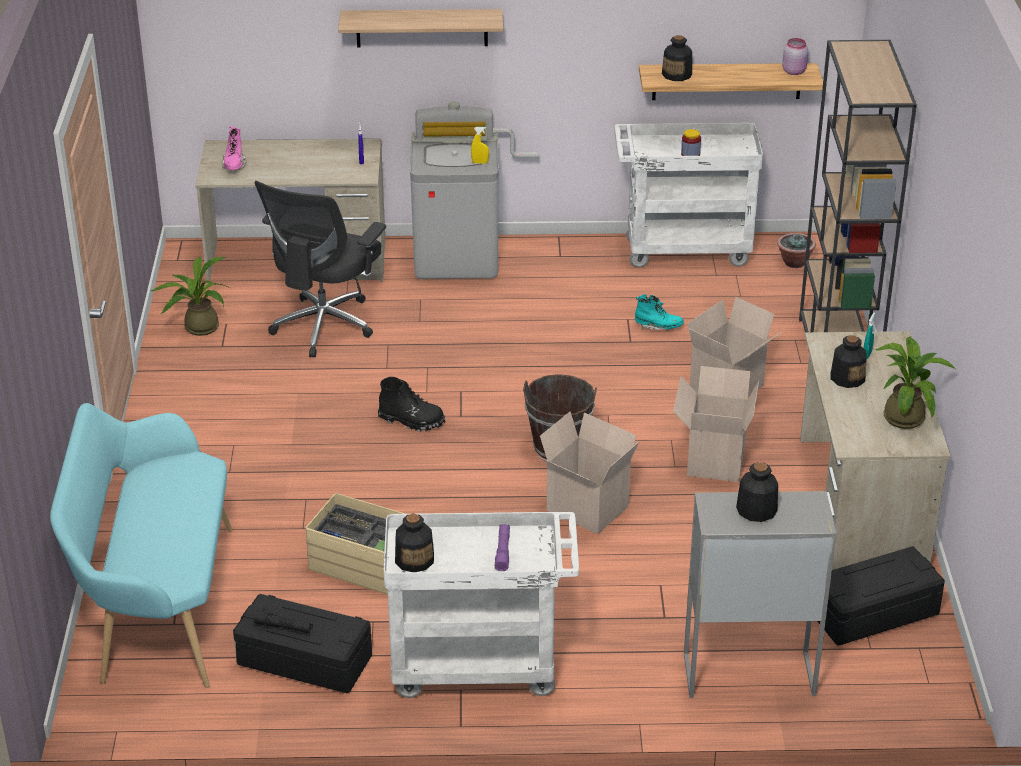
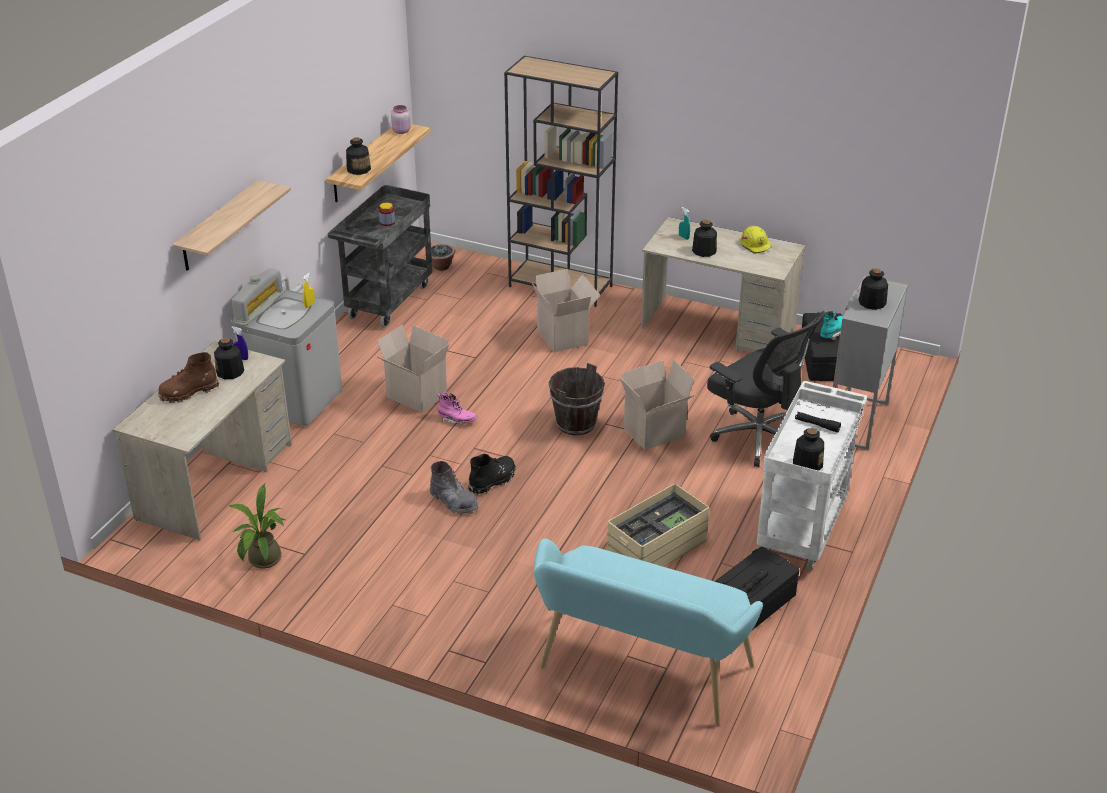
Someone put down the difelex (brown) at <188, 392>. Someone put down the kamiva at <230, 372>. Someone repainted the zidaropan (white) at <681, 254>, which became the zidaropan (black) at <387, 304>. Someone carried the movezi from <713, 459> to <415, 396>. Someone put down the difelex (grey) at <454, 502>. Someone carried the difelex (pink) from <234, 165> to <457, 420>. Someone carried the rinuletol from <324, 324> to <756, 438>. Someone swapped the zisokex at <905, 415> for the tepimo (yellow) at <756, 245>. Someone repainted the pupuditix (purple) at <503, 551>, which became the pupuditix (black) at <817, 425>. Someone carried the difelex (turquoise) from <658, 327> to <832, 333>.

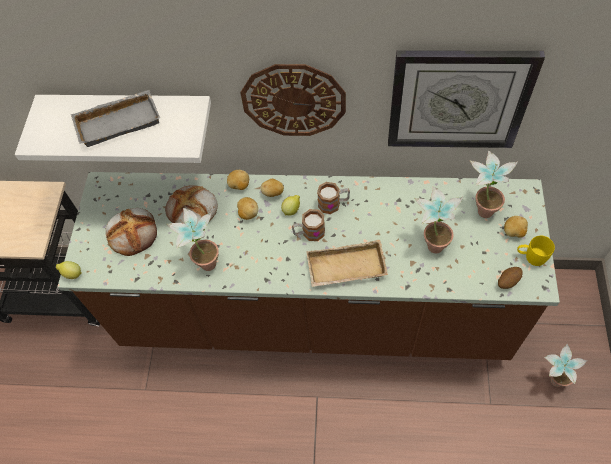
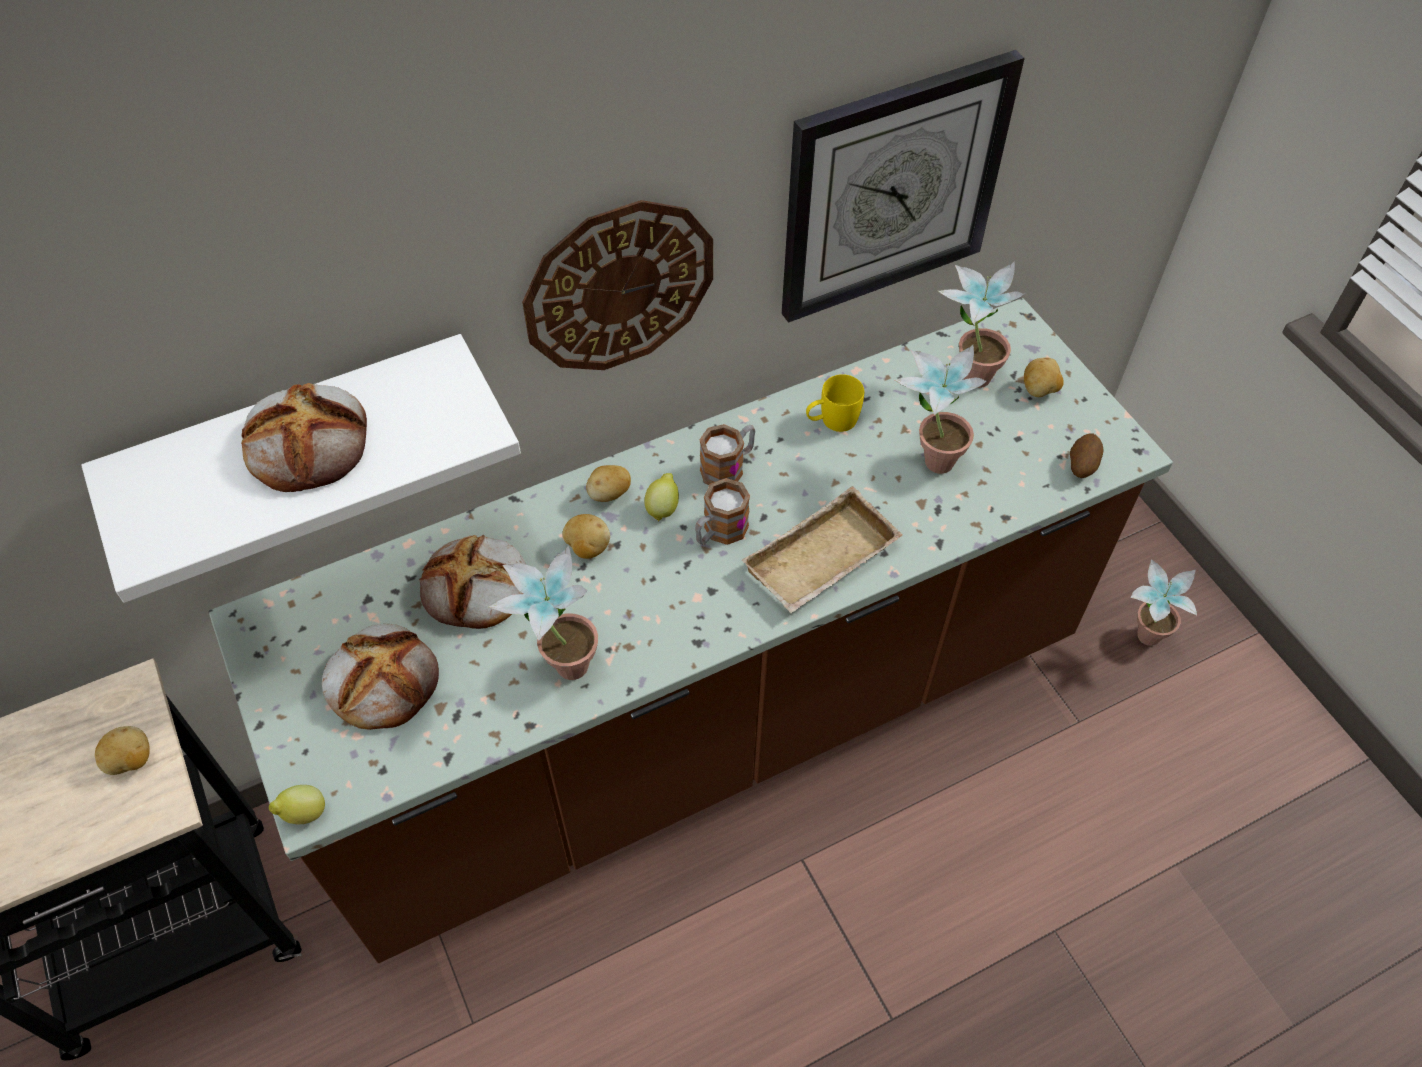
Someone carried the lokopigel from <239, 185> to <131, 761>. Someone swapped the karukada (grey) at <119, 121> for the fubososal at <308, 442>. Someone carried the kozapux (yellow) from <531, 257> to <832, 421>.

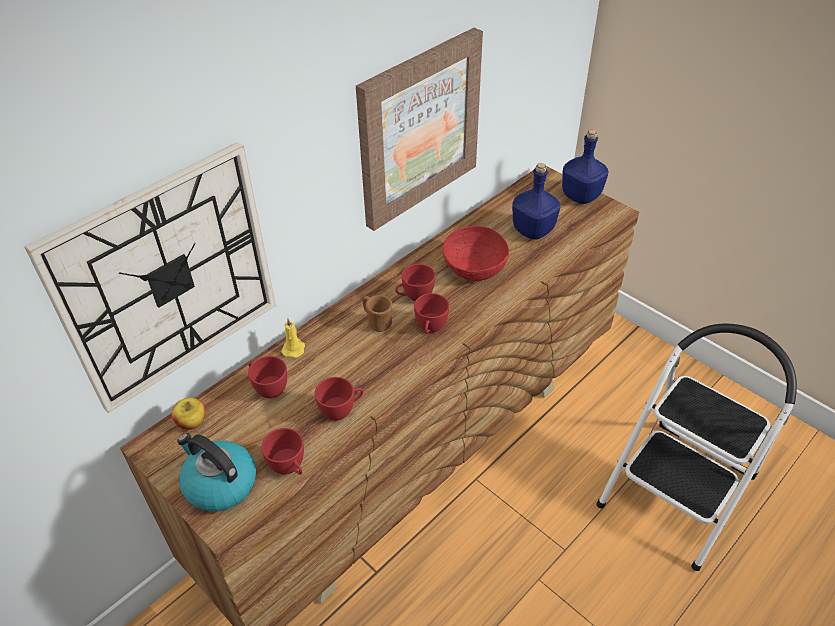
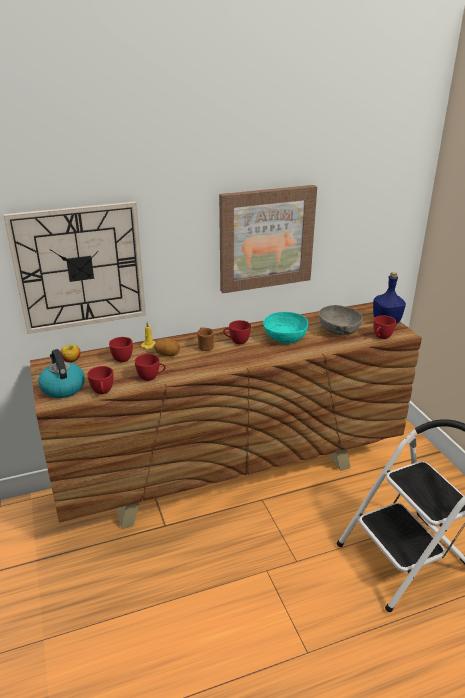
Someone put down the lokopigel at <167, 355>. Someone repainted the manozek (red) at <474, 268>, which became the manozek (turquoise) at <285, 337>. Someone swapped the kamiva (blue) at <533, 231> for the manozek (grey) at <339, 330>. Someone carried the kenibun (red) from <430, 329> to <381, 337>.

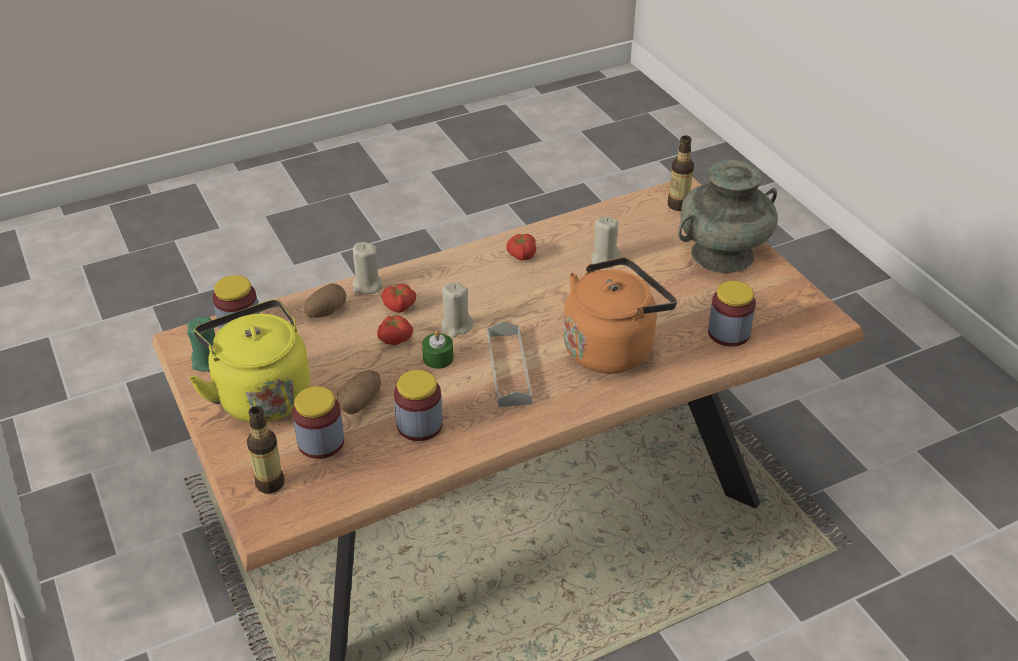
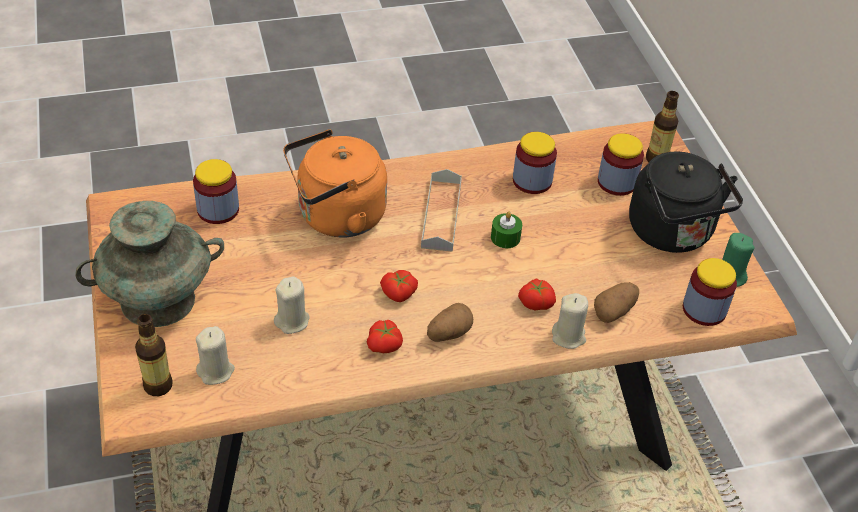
Someone carried the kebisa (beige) from <456, 327> to <216, 371>. Someone carried the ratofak from <395, 338> to <398, 294>. Someone carried the lokopigel from <361, 402> to <448, 333>. Someone repainted the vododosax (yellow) at <261, 394>, which became the vododosax (black) at <673, 233>.

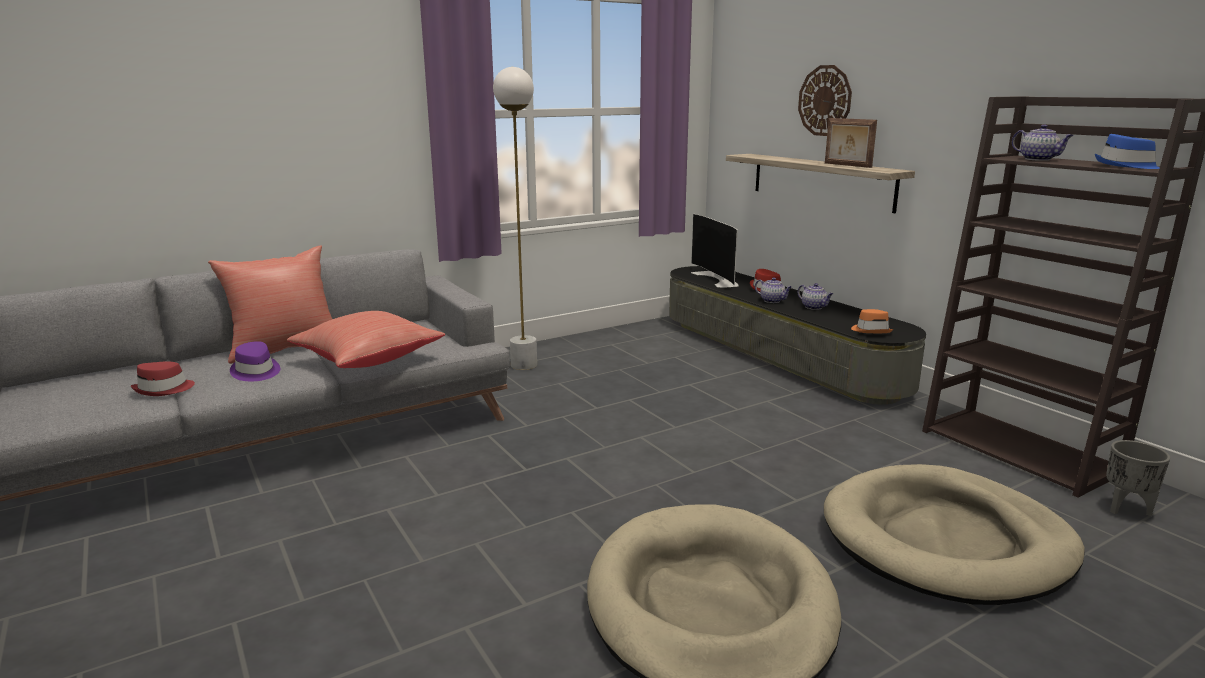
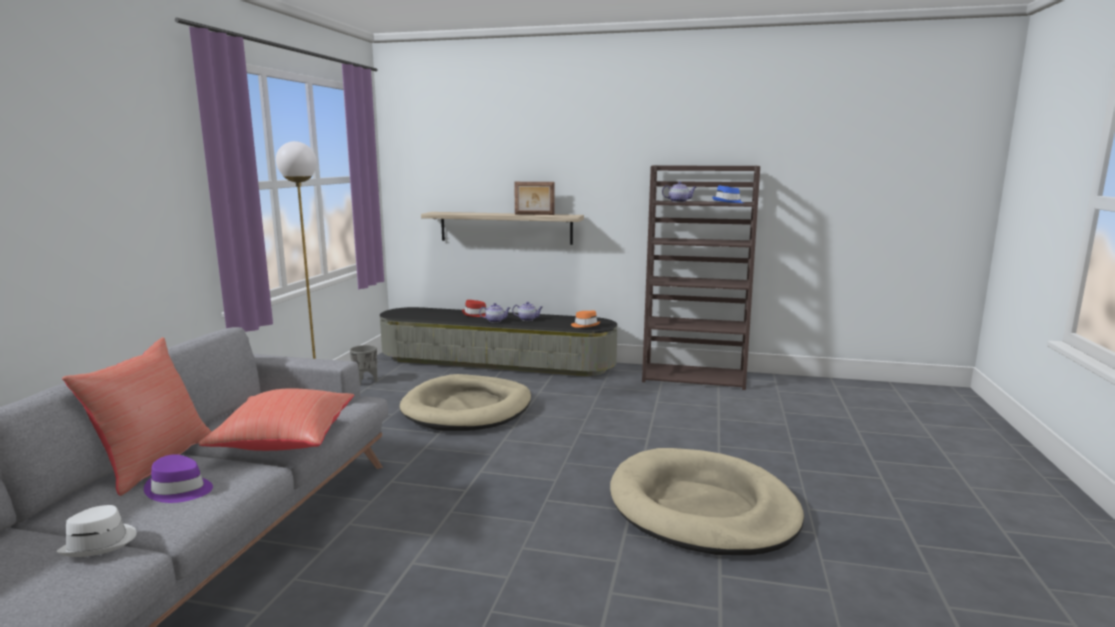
Someone repainted the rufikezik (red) at <164, 389>, which became the rufikezik (white) at <101, 543>. Someone carried the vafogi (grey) from <1125, 508> to <365, 381>. Someone carried the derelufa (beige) from <946, 540> to <467, 408>. Someone took away the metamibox at <717, 278>. Someone took away the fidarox at <825, 100>.

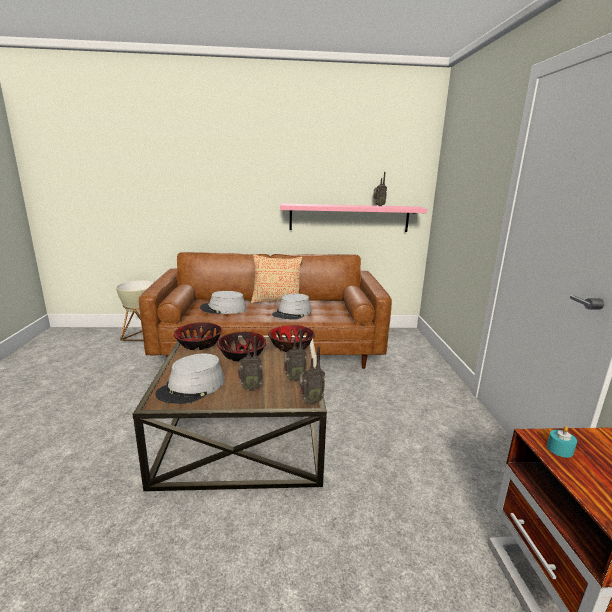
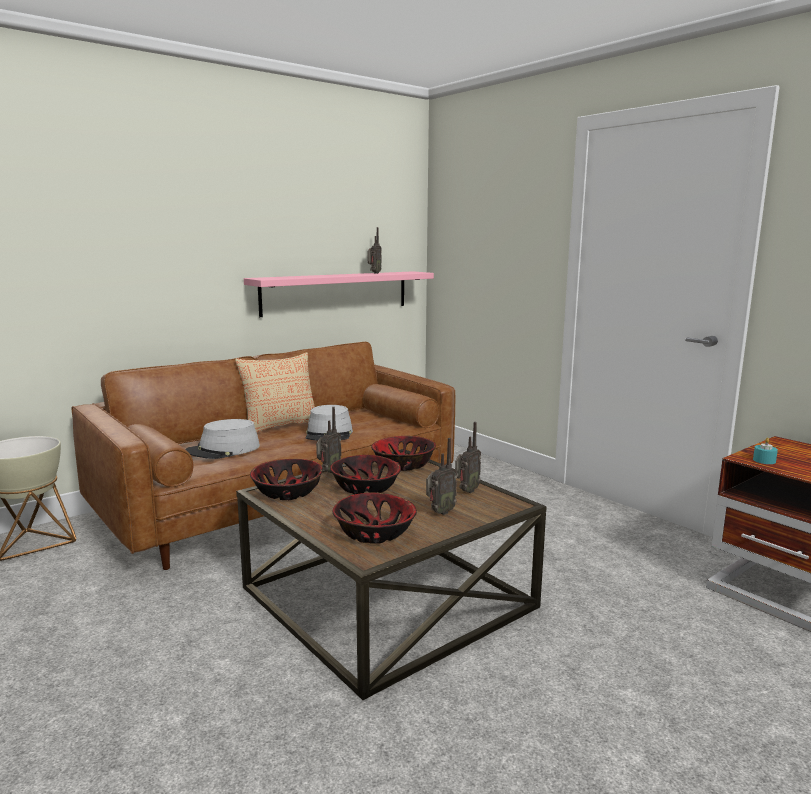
Someone carried the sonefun from <310, 402> to <328, 472>. Someone swapped the rufikezik (grey) at <192, 387> for the manozek at <375, 533>.

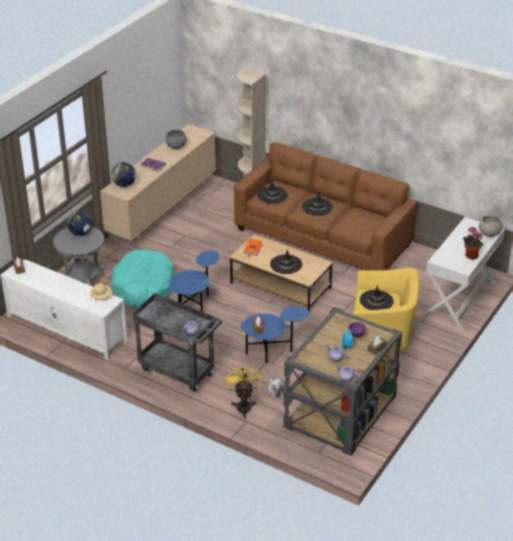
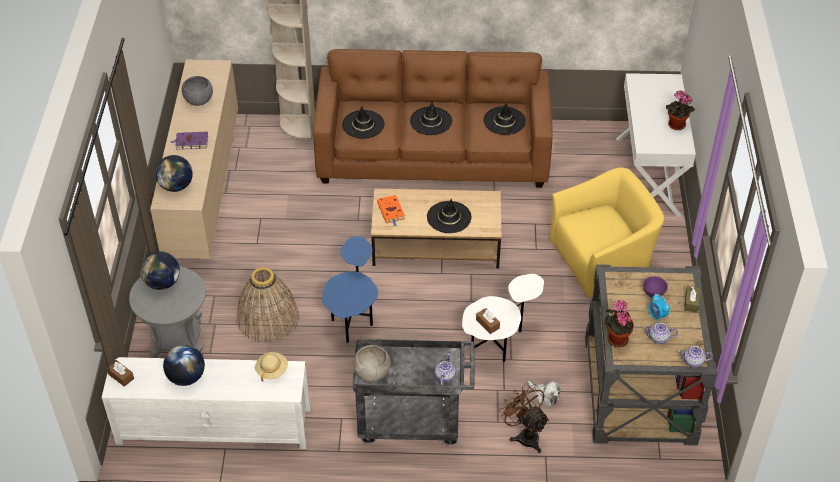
Someone put down the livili at <186, 377>. Someone swapped the derelufa (turquoise) at <143, 287> for the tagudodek at <268, 319>. Someone carried the manozek (grey) from <489, 234> to <372, 373>. Someone repainted the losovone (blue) at <271, 352>, which became the losovone (white) at <498, 343>. Someone carried the rufikezik (black) from <376, 301> to <504, 121>. Someone repainted the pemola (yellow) at <243, 405>, which became the pemola (brown) at <525, 435>. Someone put down the zisokex at <616, 338>.

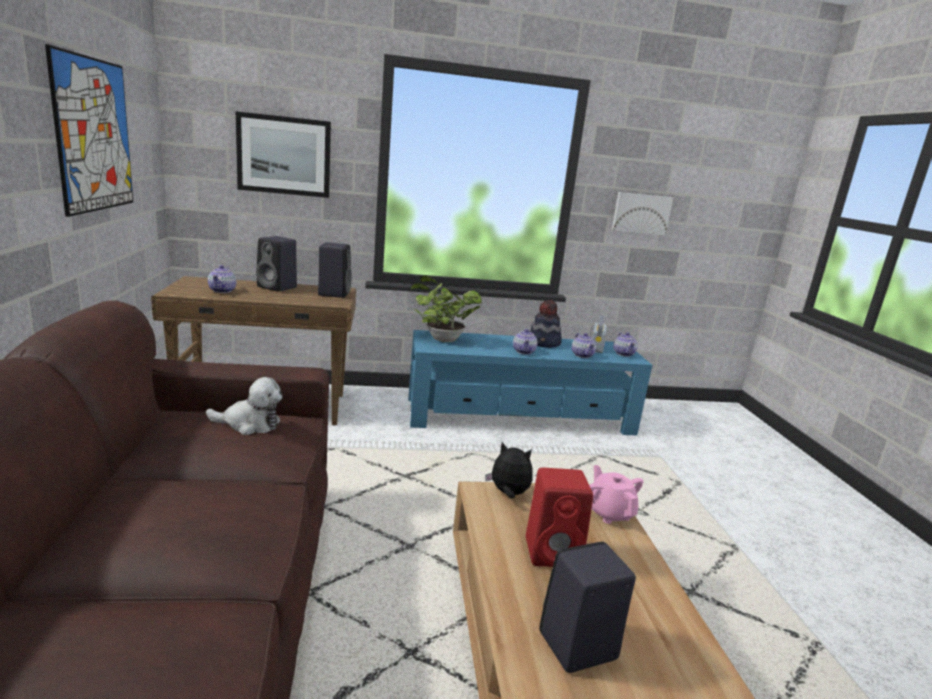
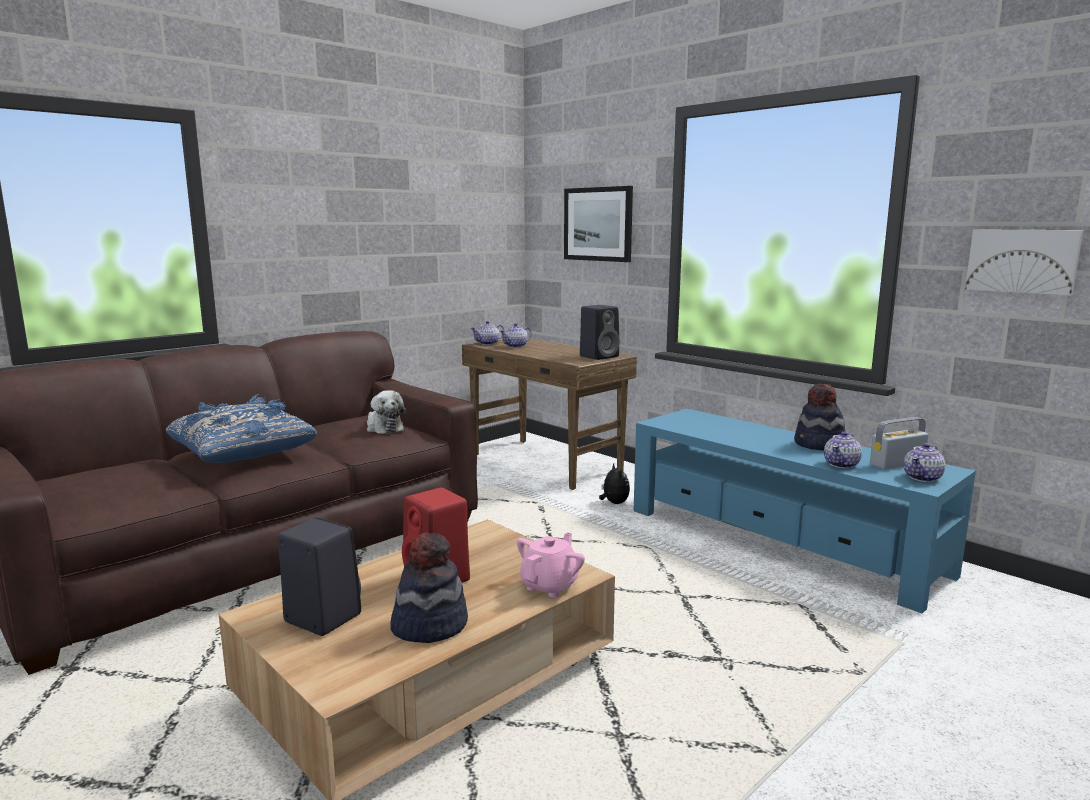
Someone put down the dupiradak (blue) at <243, 455>. Someone put down the rufikezik at <429, 625>. Someone carried the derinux from <524, 351> to <488, 343>. Someone carried the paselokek from <508, 494> to <614, 503>. Someone took away the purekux at <94, 135>. Someone took away the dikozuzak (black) at <278, 287>. Someone took away the zisokex at <441, 339>.

